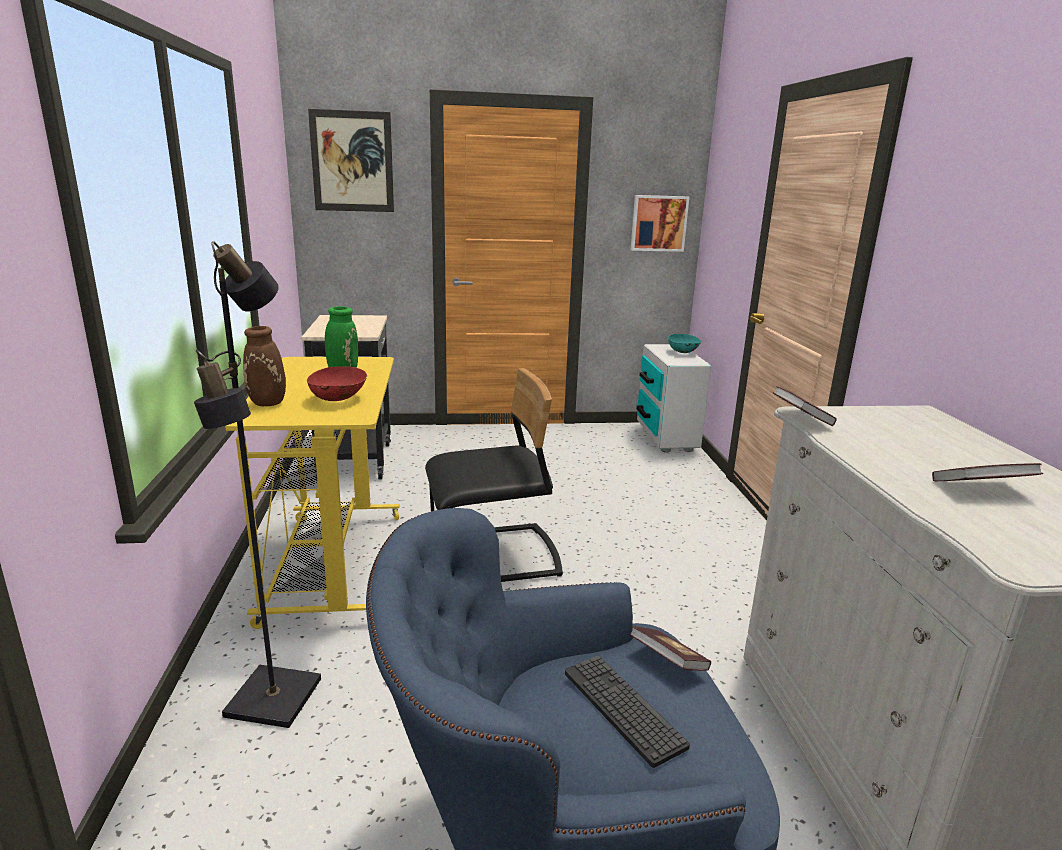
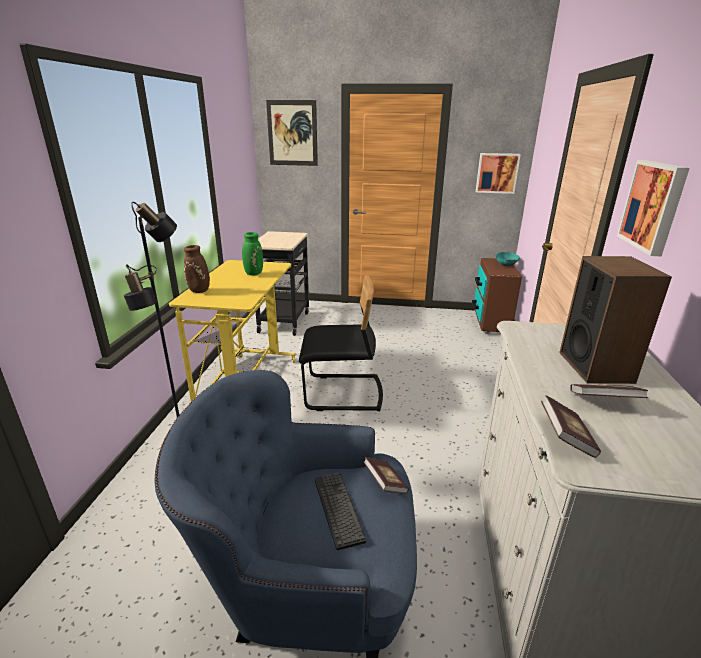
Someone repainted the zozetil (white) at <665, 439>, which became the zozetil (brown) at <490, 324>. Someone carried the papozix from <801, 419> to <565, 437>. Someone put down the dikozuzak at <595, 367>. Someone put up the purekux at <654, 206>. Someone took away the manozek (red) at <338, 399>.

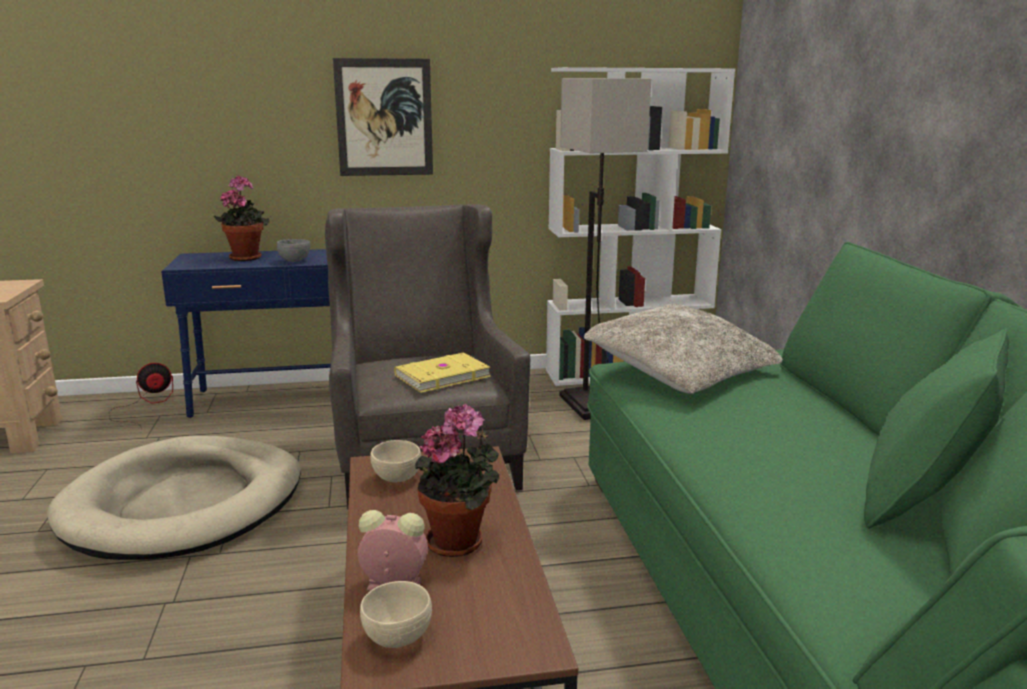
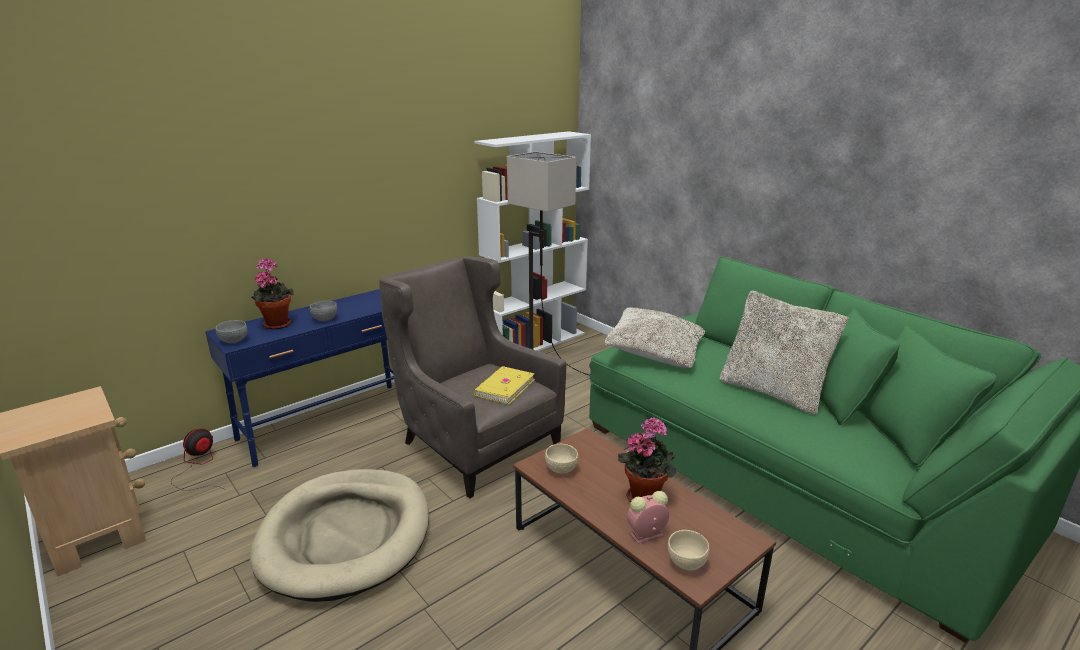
Someone put down the manozek (grey) at <234, 341>. Someone put down the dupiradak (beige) at <773, 389>. Someone took away the purekux at <384, 117>.

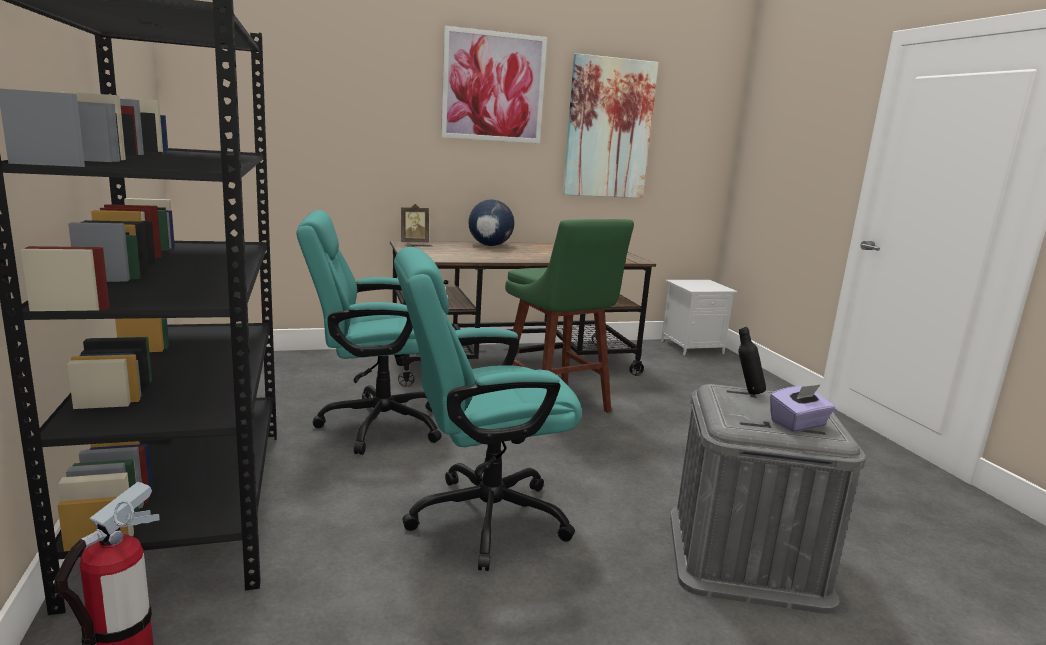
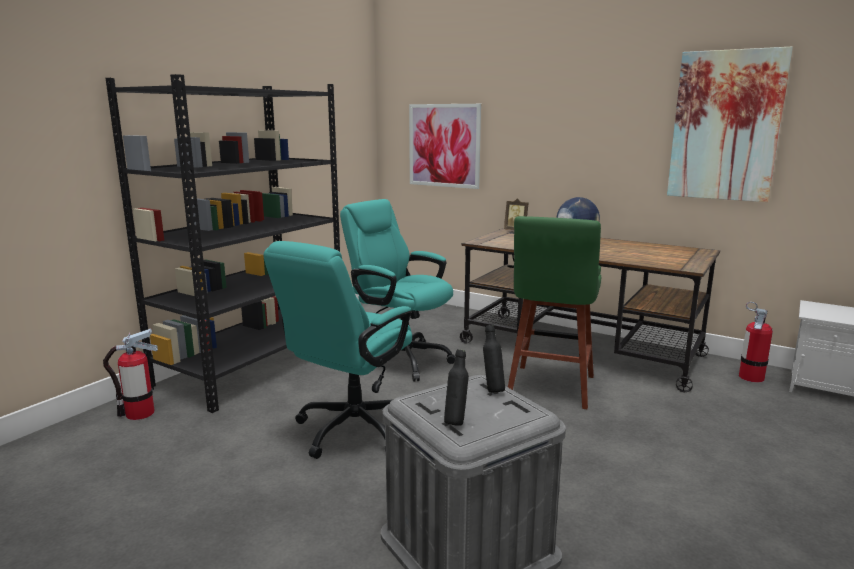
Someone rotated the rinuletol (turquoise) at <480, 520> by 90 degrees counterclockwise. Someone carried the purekux from <493, 87> to <444, 145>. Someone swapped the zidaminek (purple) at <798, 424> for the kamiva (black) at <456, 421>. Someone put down the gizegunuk at <751, 377>.

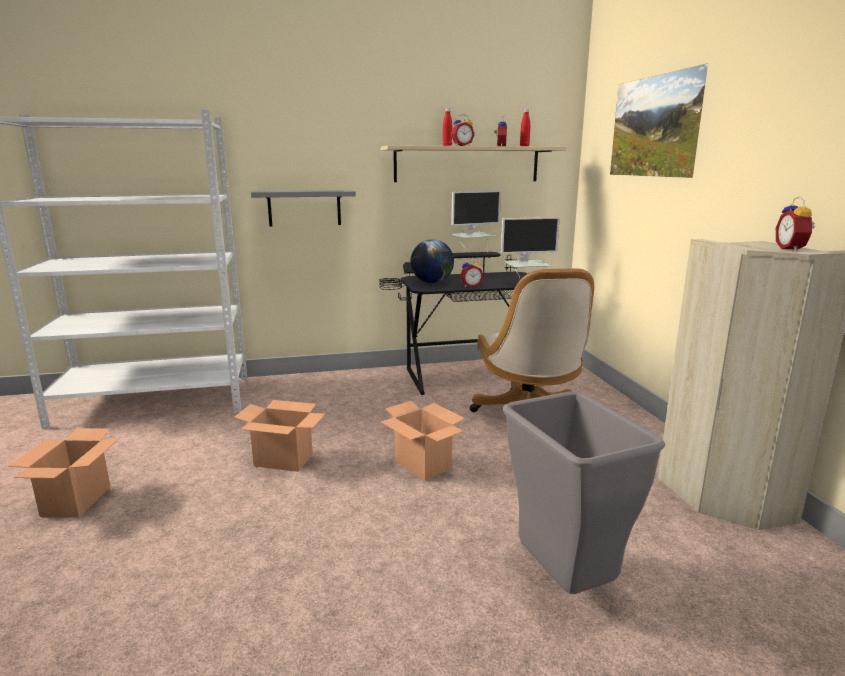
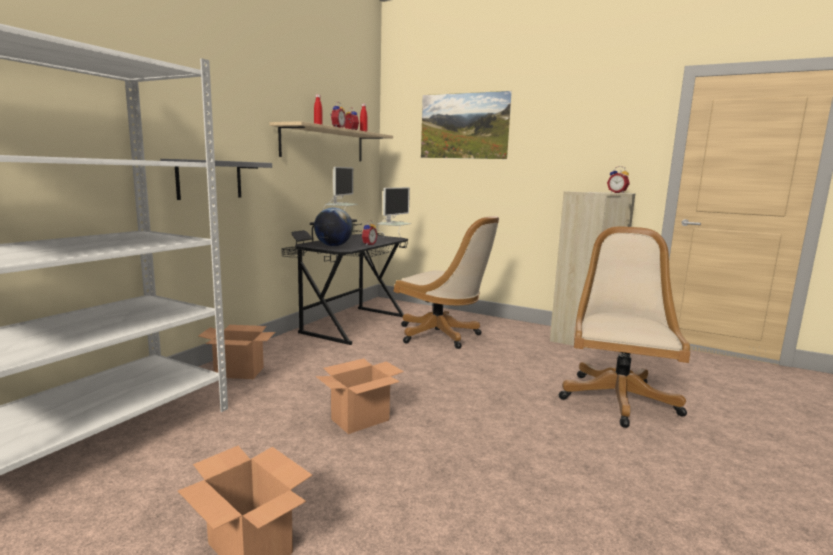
Someone carried the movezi from <423, 465> to <240, 372>. Someone swapped the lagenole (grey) at <566, 583> for the rinuletol at <617, 396>.

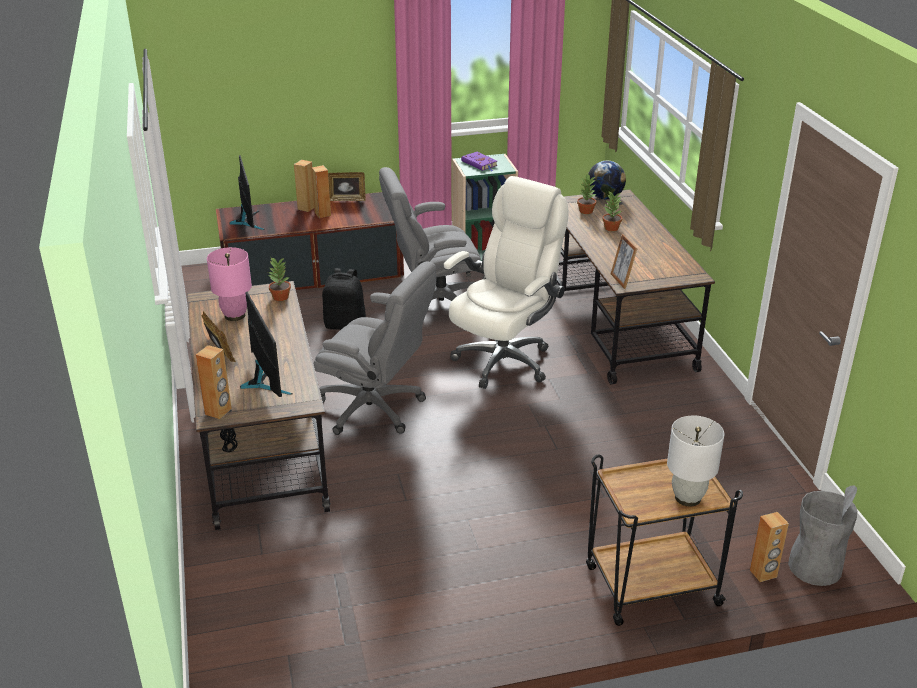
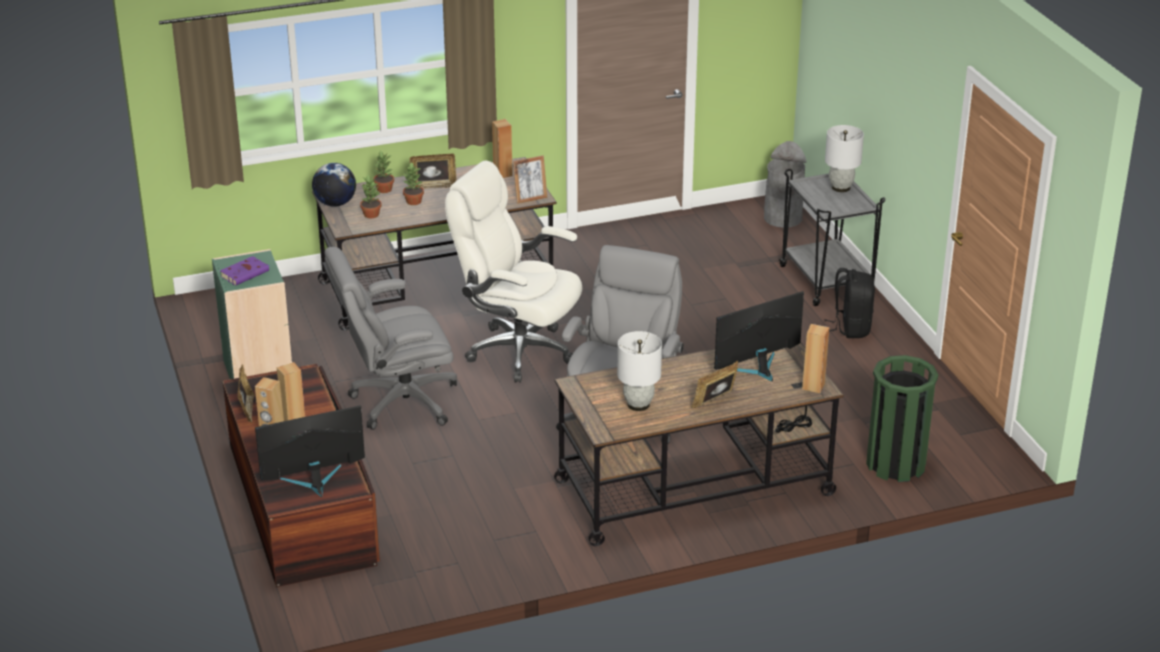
Someone rotated the rinuletol (grey) at <433, 304> by 90 degrees clockwise. Someone carried the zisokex from <280, 297> to <384, 189>. Someone put down the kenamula at <433, 186>. Someone carried the dikozuzak (brown) from <763, 574> to <503, 174>. Someone repainted the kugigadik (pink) at <234, 315>, which became the kugigadik (white) at <638, 404>. Someone repainted the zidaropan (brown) at <650, 586>, which became the zidaropan (grey) at <826, 281>. Someone carried the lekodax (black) from <345, 325> to <851, 328>. Someone put down the lagenole (green) at <895, 464>.

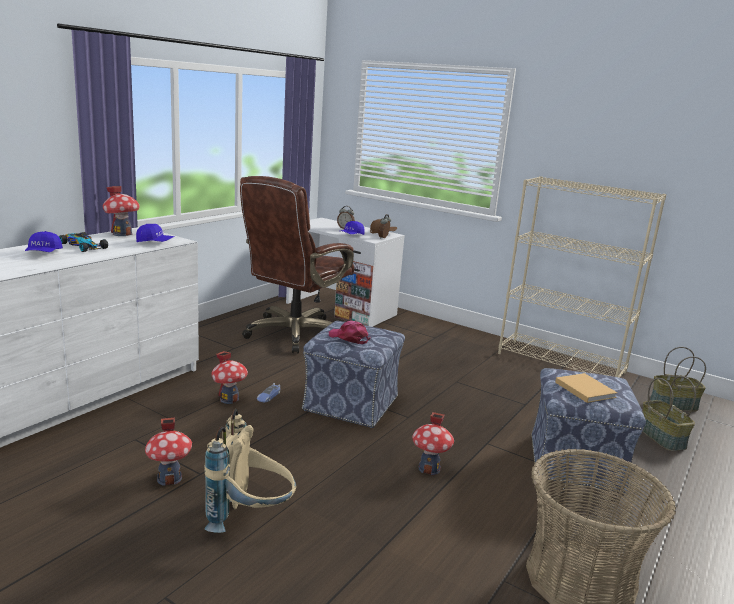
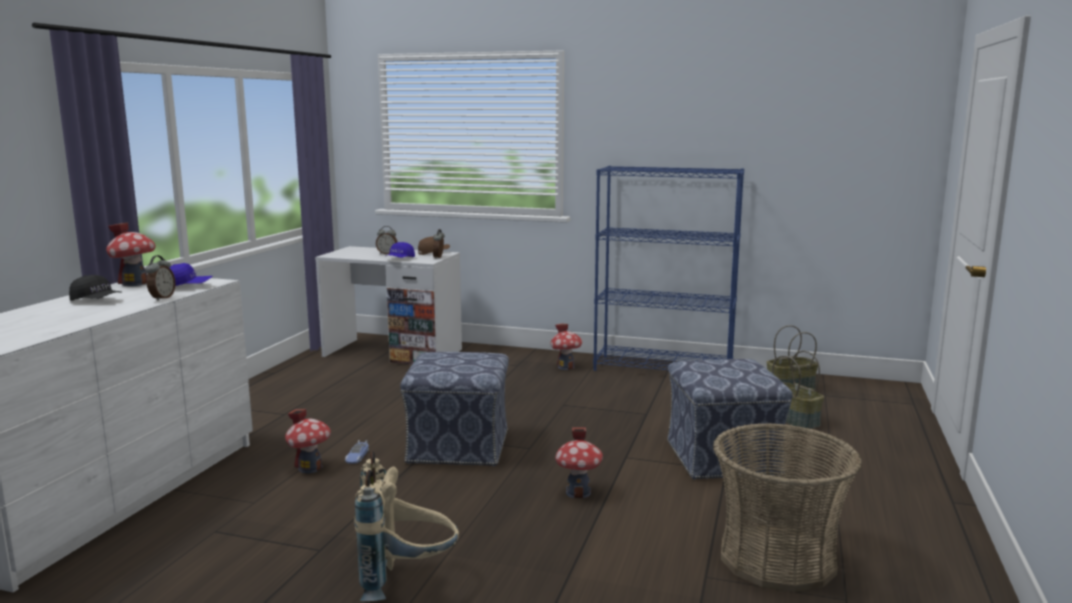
Someone swapped the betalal at <83, 246> for the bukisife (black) at <96, 300>. Someone put down the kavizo at <161, 298>. Someone carried the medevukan from <169, 478> to <566, 367>. Someone repainted the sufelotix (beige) at <561, 363>, which became the sufelotix (blue) at <664, 369>. Someone took away the bukisife (blue) at <43, 253>. Someone took away the rinuletol (brown) at <294, 333>. Someone took away the bukisife (pink) at <349, 338>. Someone took away the papozix (beige) at <584, 389>.

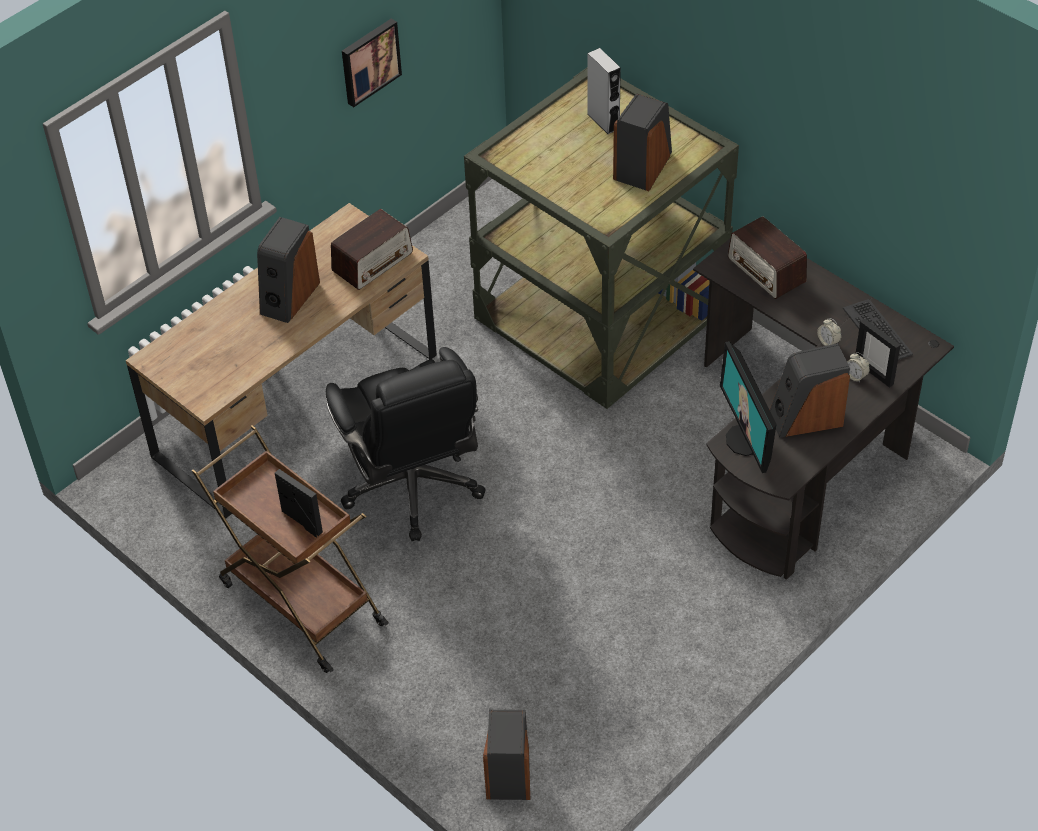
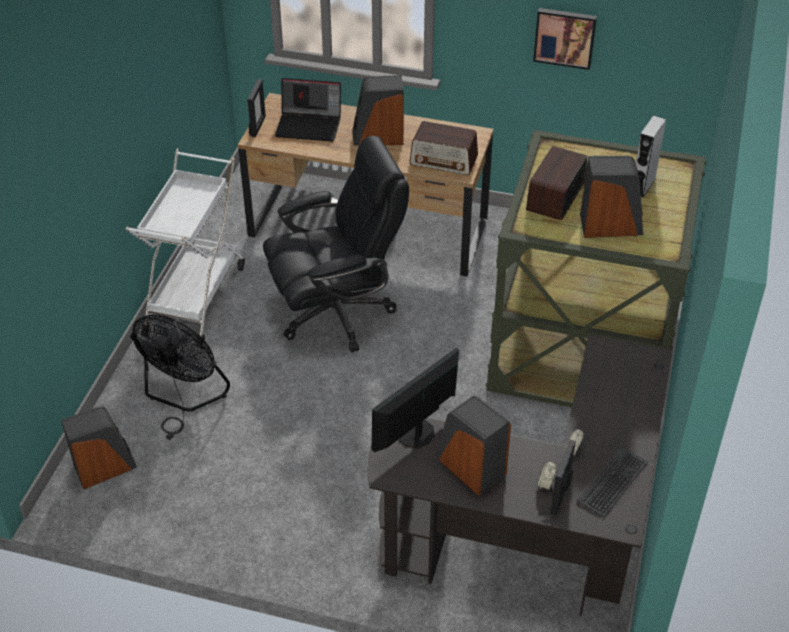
Someone repainted the zidaropan (brown) at <301, 603>, which became the zidaropan (white) at <196, 300>. Someone put down the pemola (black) at <178, 396>. Someone carried the kenamula from <301, 522> to <257, 126>. Someone rotated the rinuletol (black) at <412, 485> by 150 degrees counterclockwise. Someone put down the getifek at <310, 125>. Someone carried the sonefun from <766, 270> to <555, 196>.

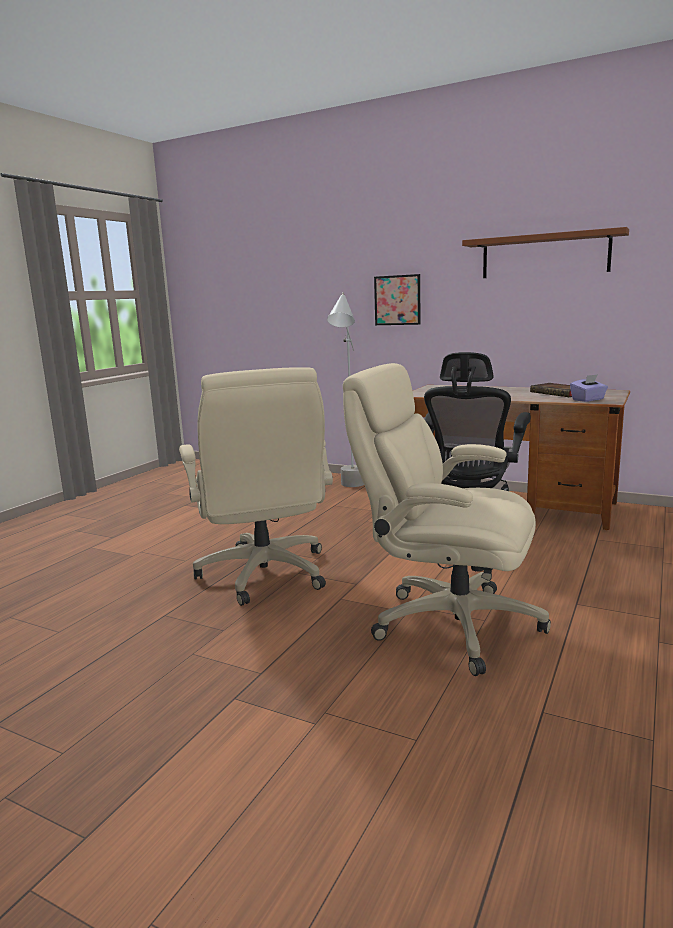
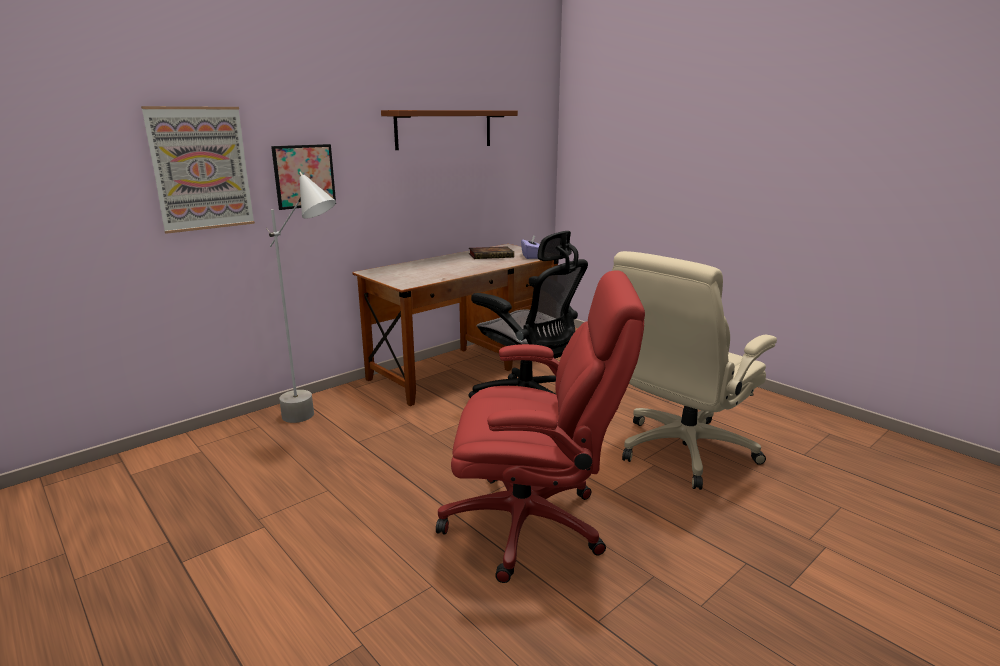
Someone put up the purekux at <201, 169>. Someone repainted the rinuletol (beige) at <265, 577>, which became the rinuletol (red) at <535, 526>.

